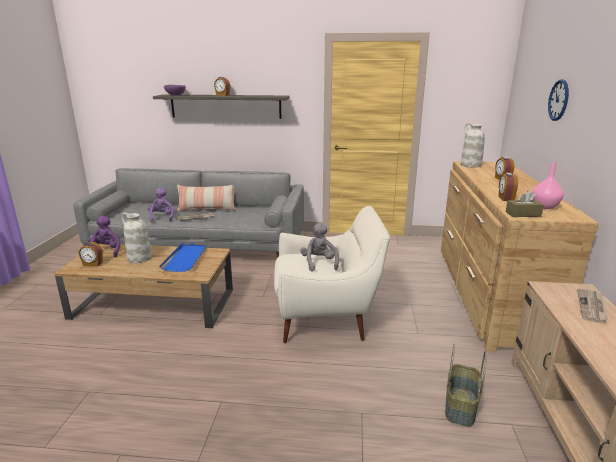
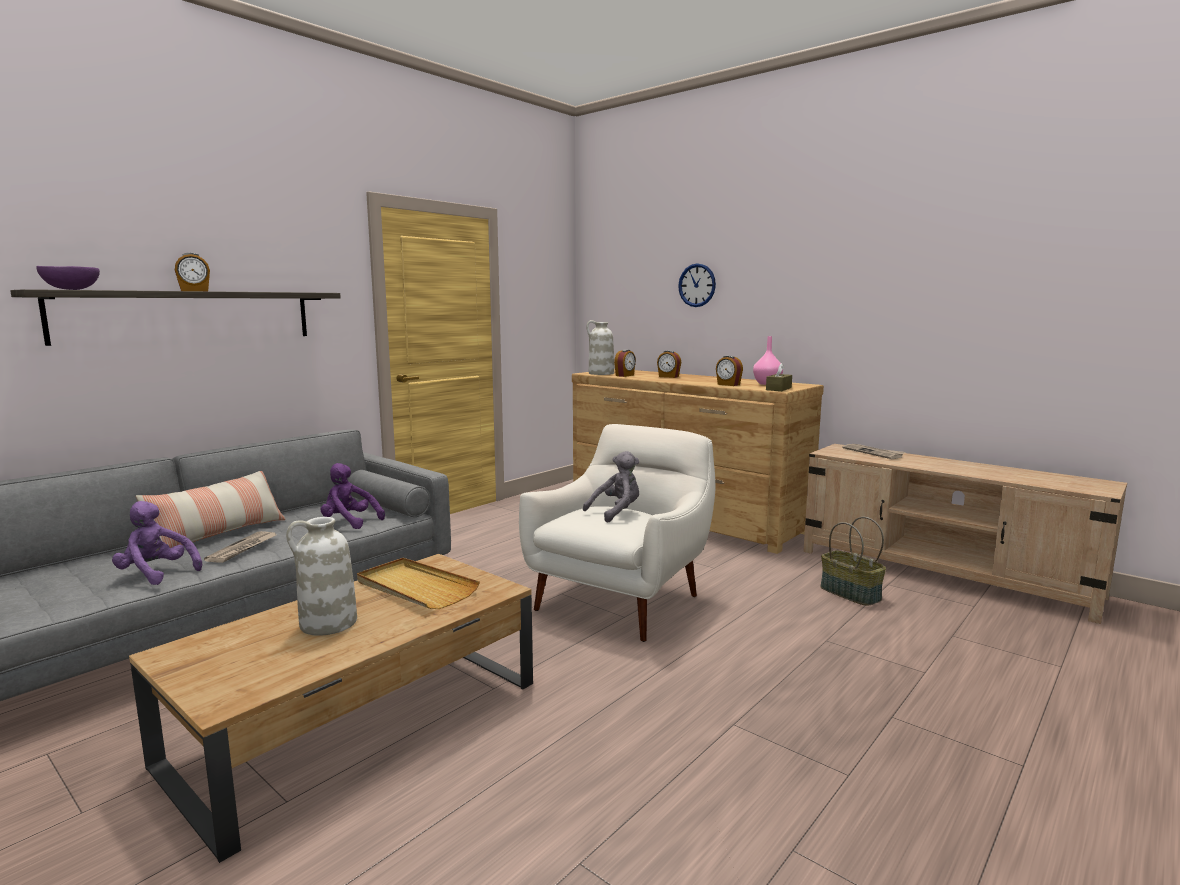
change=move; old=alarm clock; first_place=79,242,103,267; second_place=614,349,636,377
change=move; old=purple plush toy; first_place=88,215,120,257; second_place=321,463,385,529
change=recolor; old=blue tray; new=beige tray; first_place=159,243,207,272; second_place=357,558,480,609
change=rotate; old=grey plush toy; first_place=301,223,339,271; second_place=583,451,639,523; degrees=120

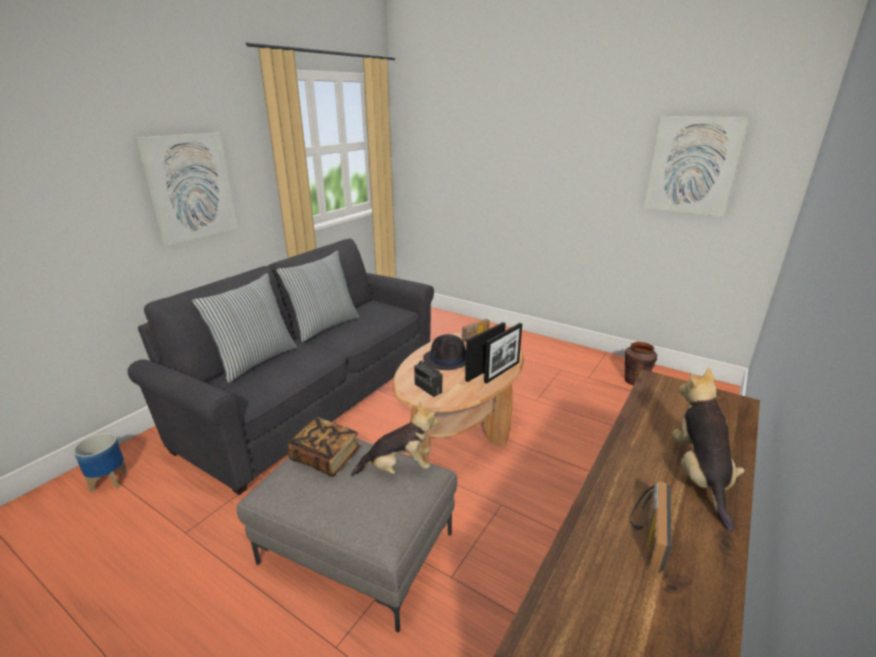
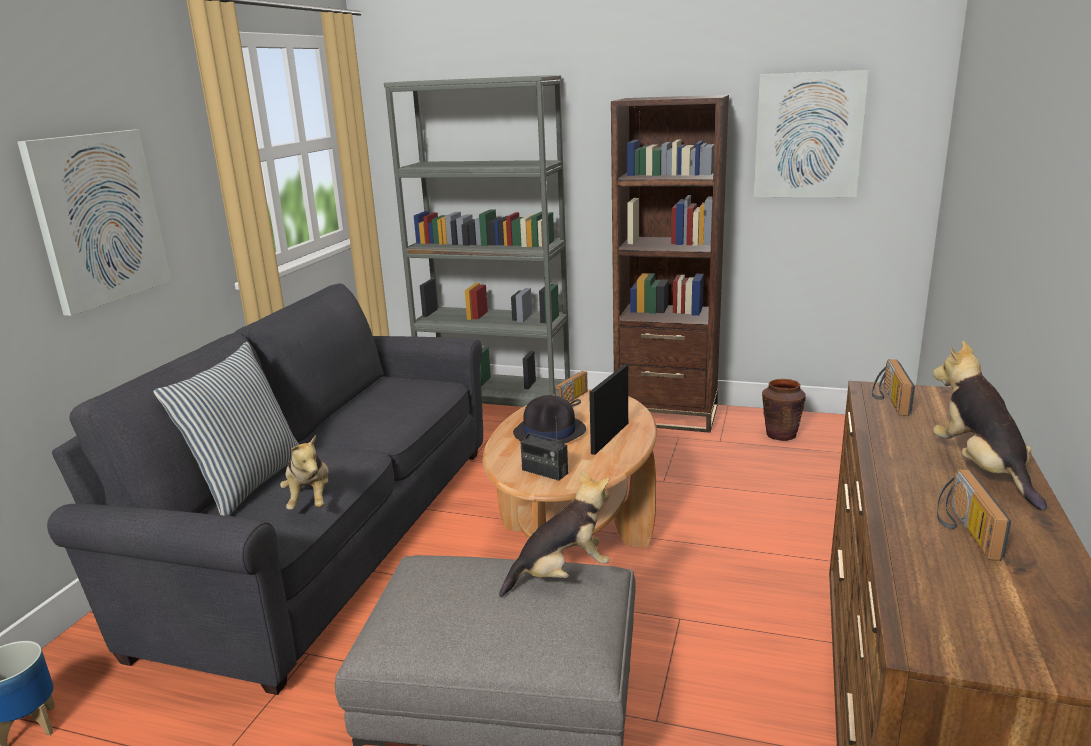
change=delete; old=pillow; first_place=277,251,360,342
change=delete; old=book; first_place=287,417,360,477
change=delete; old=picture frame; first_place=484,323,522,384
change=insert; new=plush toy; second_place=280,435,329,510
change=insert; new=grey bookcase; second_place=384,75,570,407
change=insert; new=brown bookcase; second_place=611,95,729,433
change=insert; new=radio; second_place=872,359,915,416

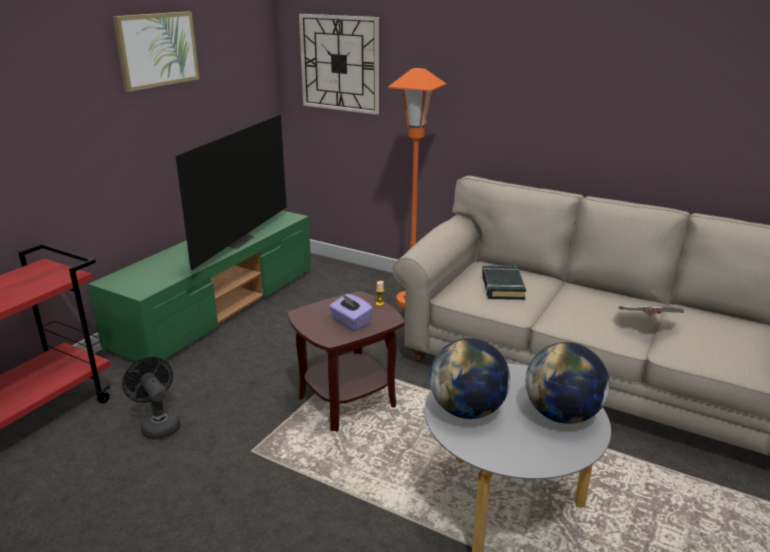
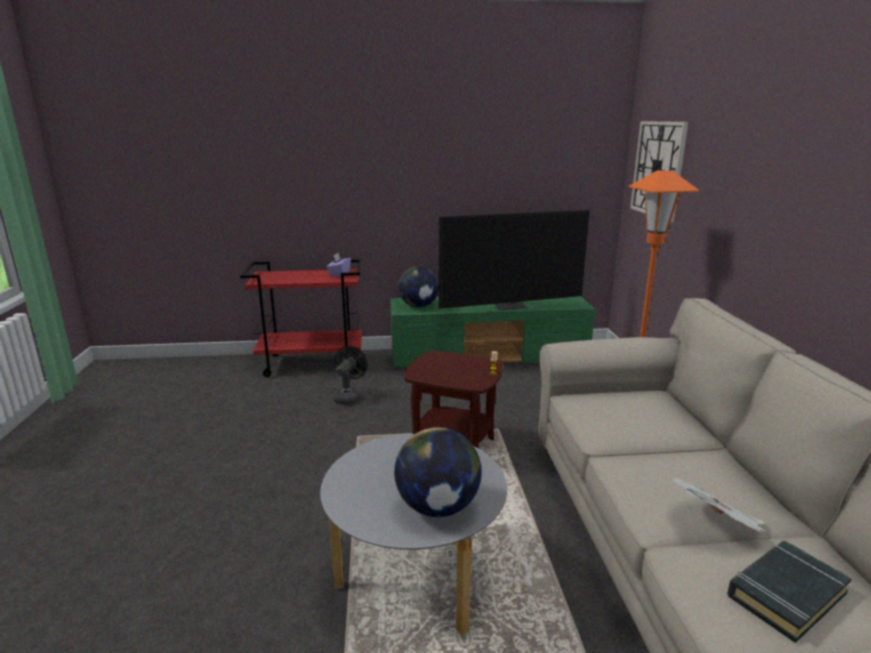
change=delete; old=picture; first_place=113,11,199,92
change=move; old=purple tissue box; first_place=329,293,373,331; second_place=327,253,351,277
change=move; old=globe; first_place=430,338,510,419; second_place=398,267,439,307
change=move; old=black book; first_place=482,265,526,300; second_place=727,541,852,643

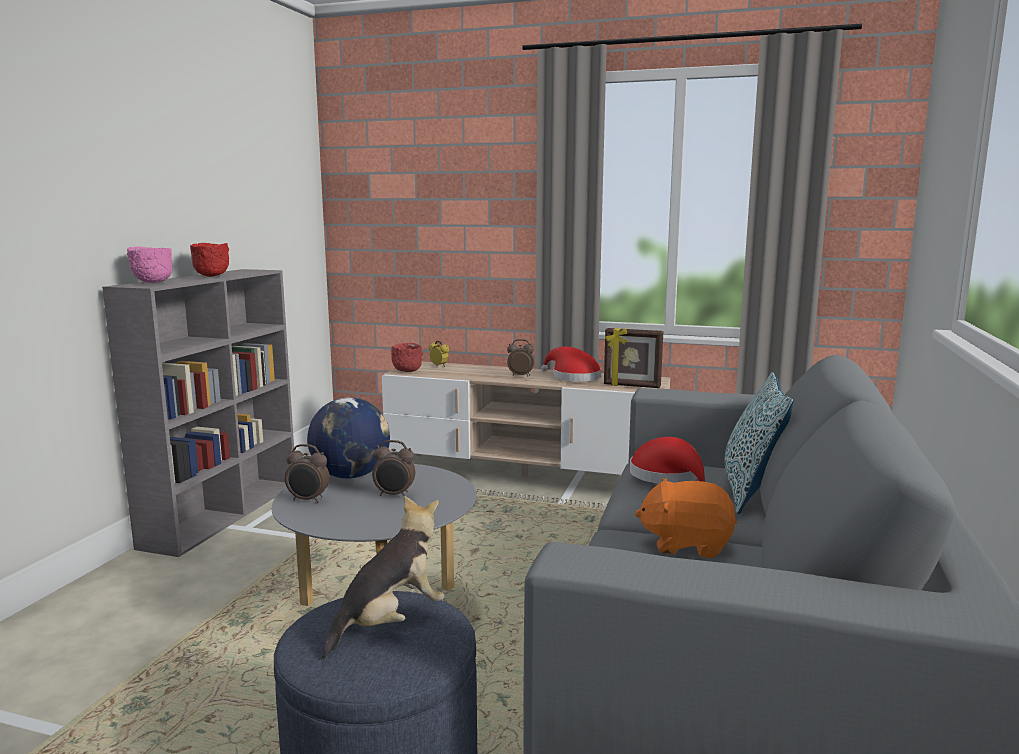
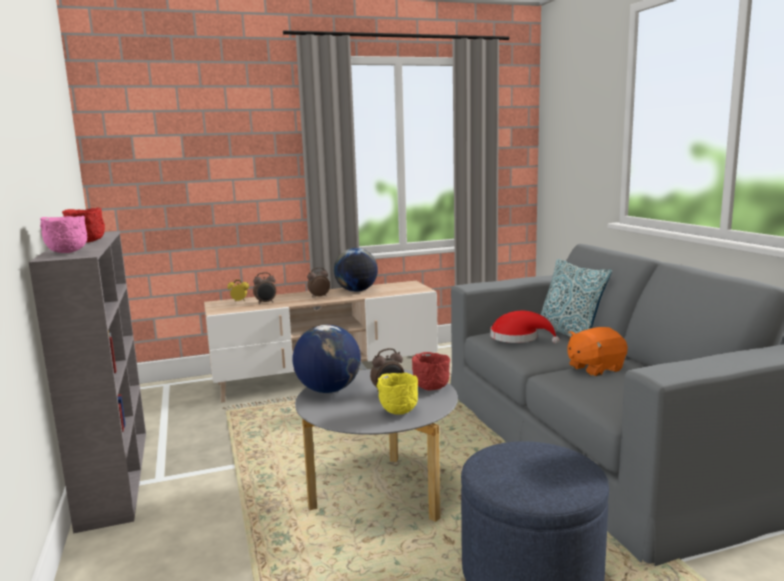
change=move; old=alarm clock; first_place=285,444,330,503; second_place=253,272,276,304
change=delete; old=plush toy; first_place=321,496,444,659
change=move; old=red bowl; first_place=391,343,423,372; second_place=412,352,450,391
change=replace; old=red hat; new=globe; first_place=541,347,601,381; second_place=334,248,378,292
change=delete; old=picture frame; first_place=604,328,663,388
change=insert; new=yellow bowl; second_place=376,373,418,415

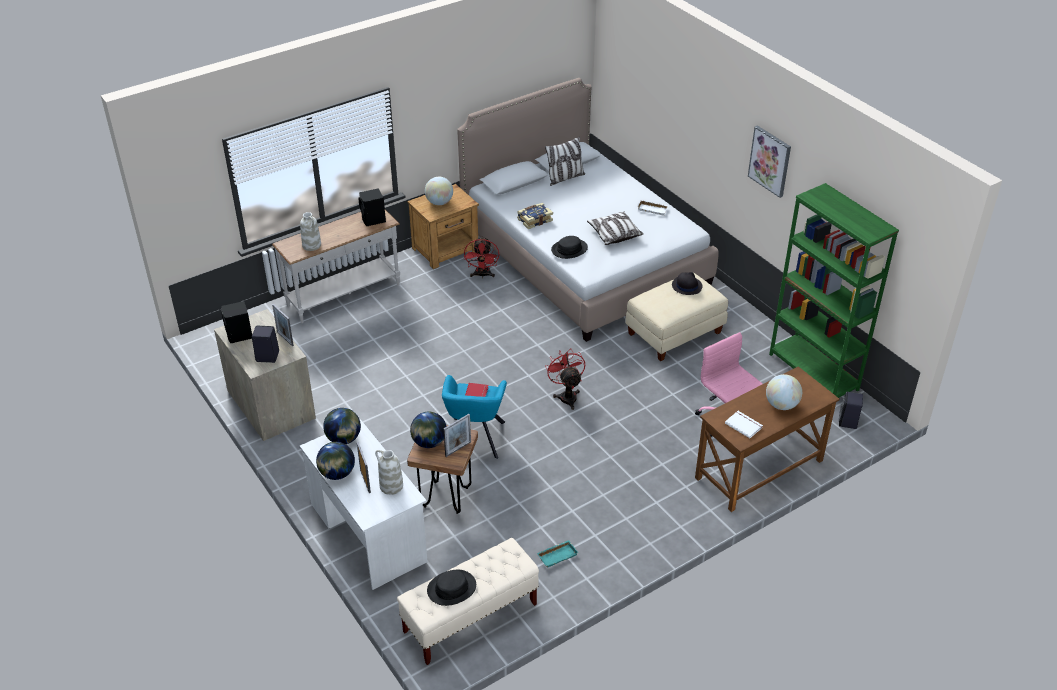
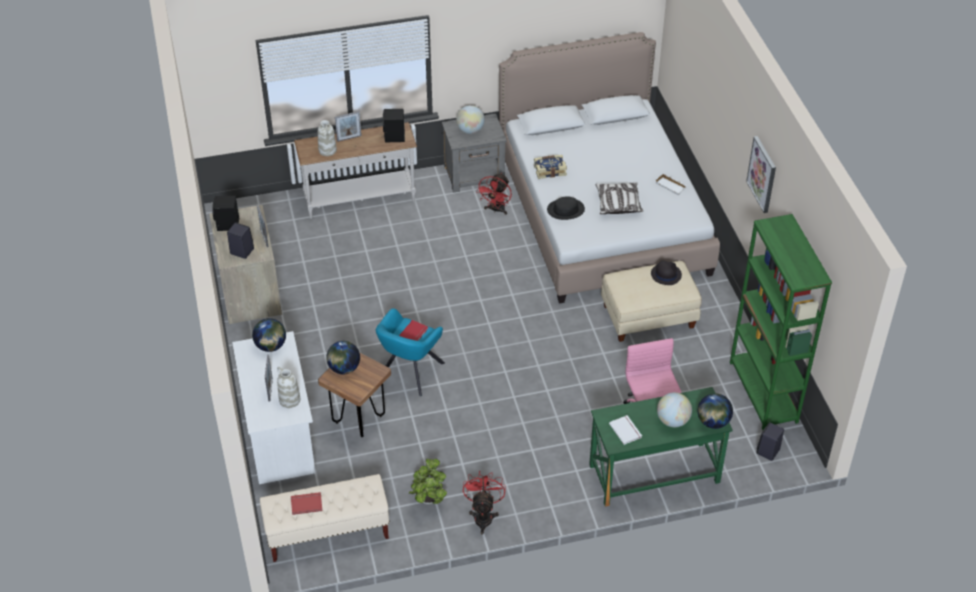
change=move; old=globe; first_place=316,442,355,480; second_place=698,393,733,429
change=recolor; old=brown nightstand; new=grey nightstand; first_place=407,184,479,269; second_place=442,113,507,193
change=replace; old=black hat; new=red book; first_place=427,570,476,606; second_place=291,492,323,515
change=move; old=picture frame; first_place=443,414,471,457; second_place=335,111,362,142
change=replace; old=turquoise tray; new=potted plant; first_place=537,540,578,568; second_place=409,459,447,505
change=delete; old=pillow; first_place=545,137,585,186
change=move; old=red fan; first_place=545,348,585,410; second_place=463,471,506,534
change=recolor; old=brown desk; new=green desk; first_place=695,366,840,512; second_place=589,387,733,507

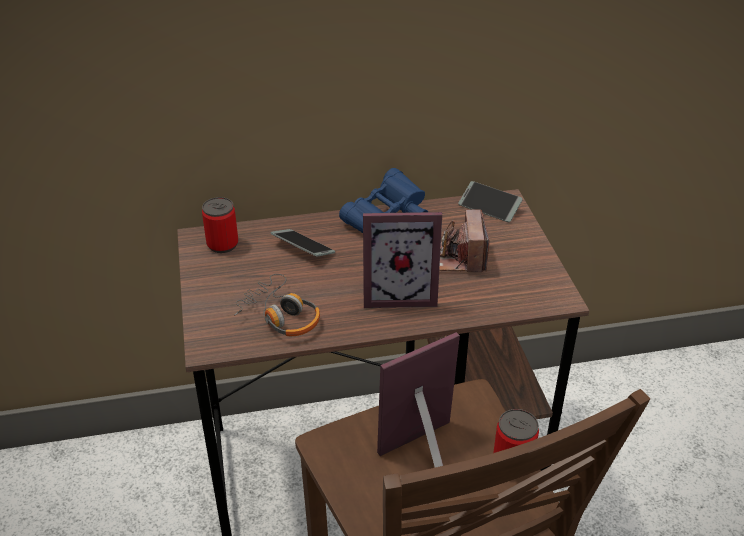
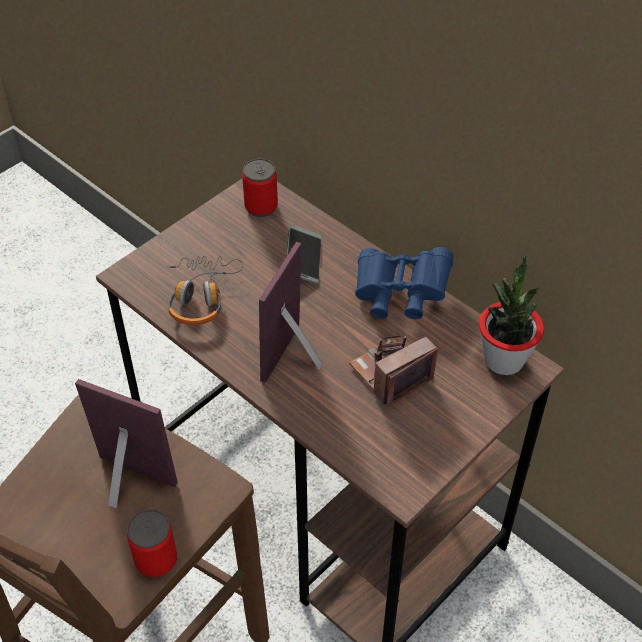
change=rotate; old=picture frame; first_place=363,212,442,308; second_place=259,242,322,383; degrees=60
change=replace; old=phone; new=potted plant; first_place=458,181,523,222; second_place=479,255,544,375

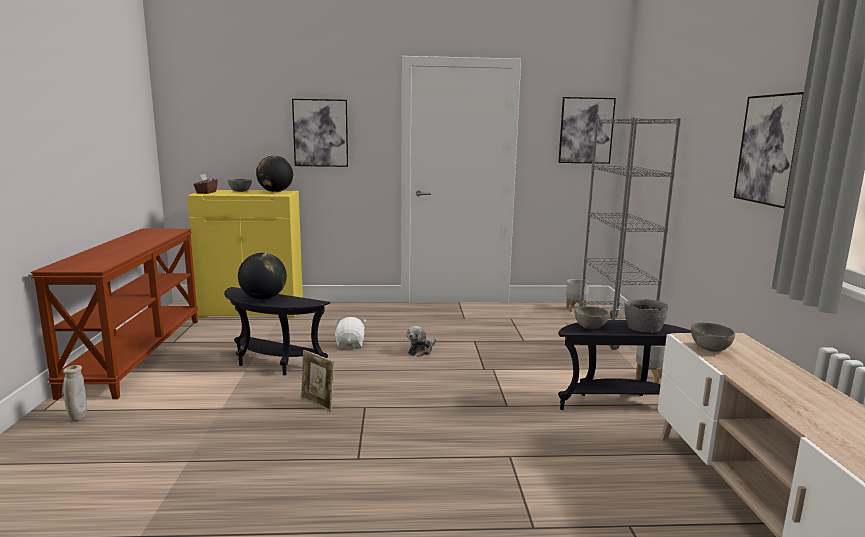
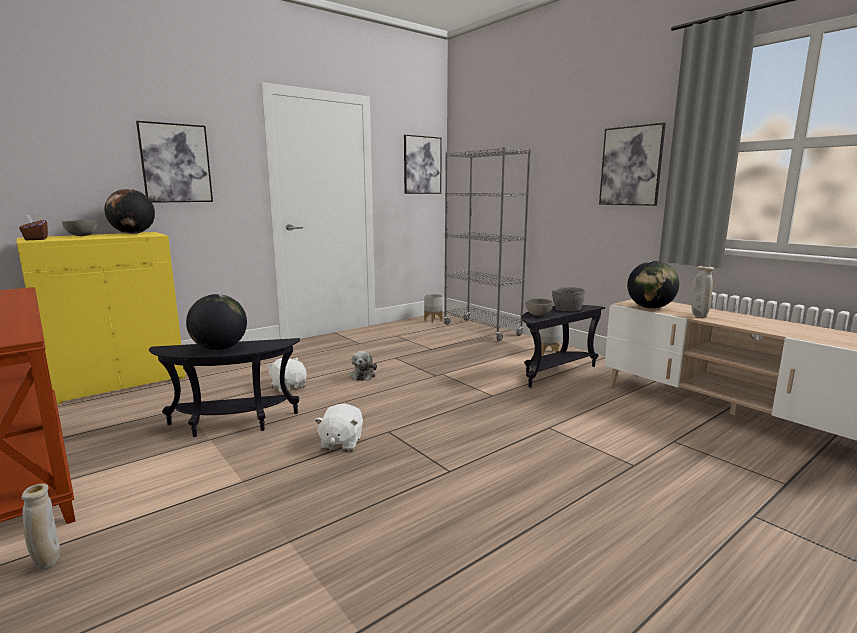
change=replace; old=picture frame; new=white plush toy; first_place=301,350,335,411; second_place=314,404,363,451
change=replace; old=grey bowl; new=globe; first_place=691,322,735,352; second_place=627,261,679,309
change=insert; new=beige vase; second_place=691,266,714,317

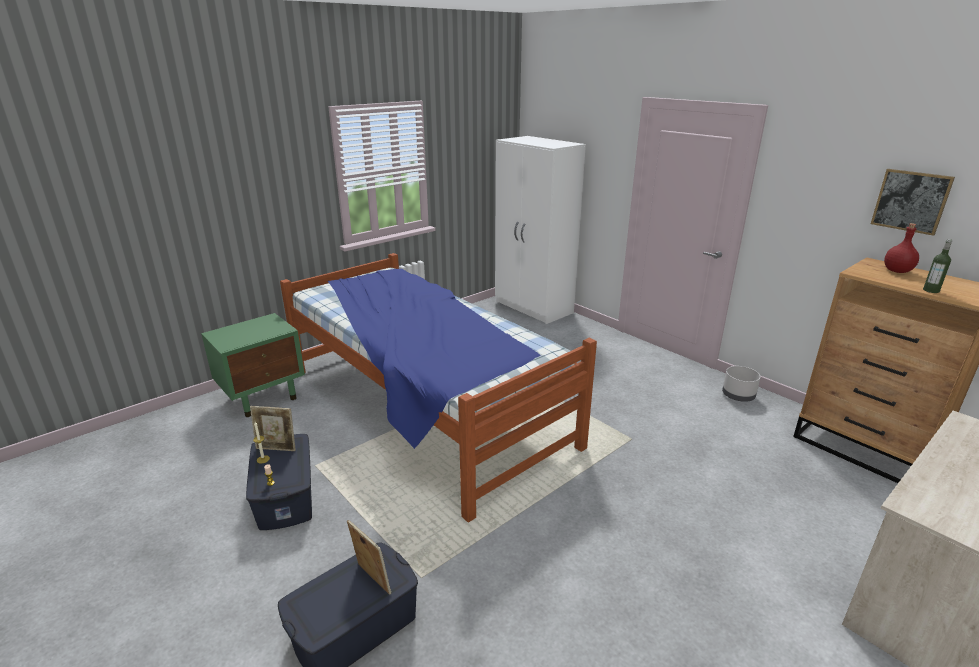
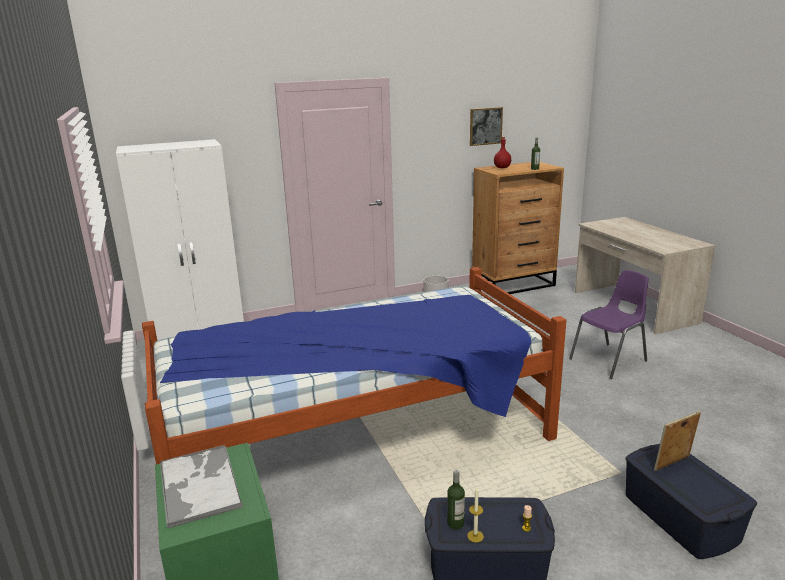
change=replace; old=picture frame; new=bottle; first_place=250,406,296,451; second_place=447,470,465,530
change=insert; new=tray; second_place=160,445,243,528
change=insert; new=purple chair; second_place=569,270,649,379

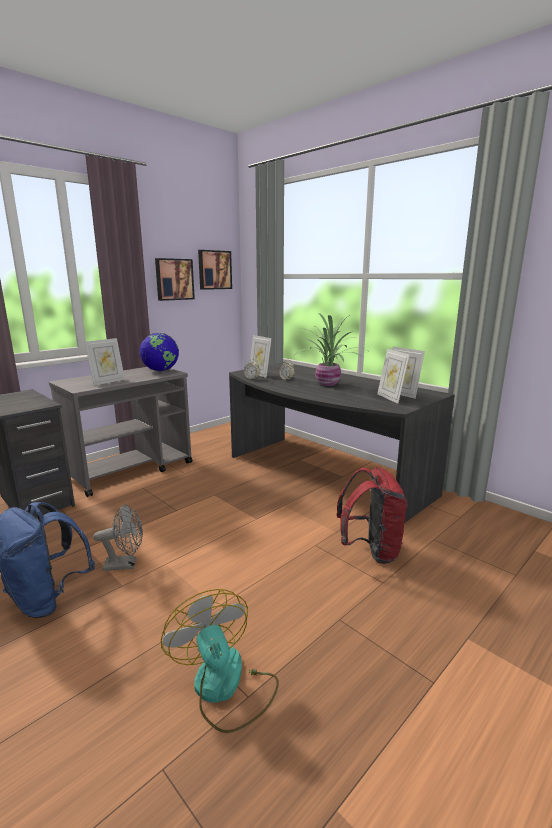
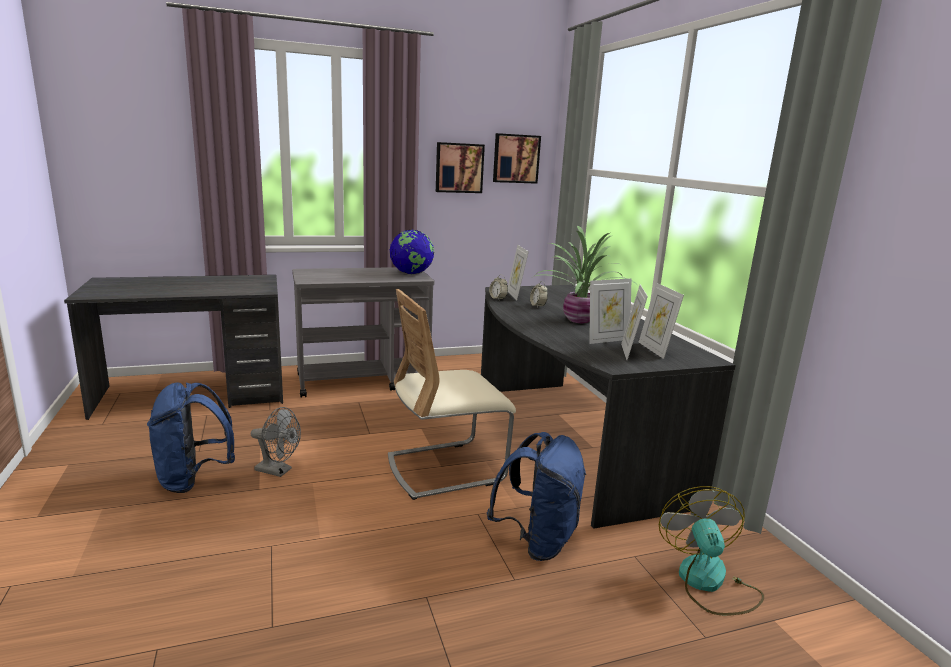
change=move; old=picture frame; first_place=85,338,125,386; second_place=589,279,631,344
change=move; old=fan; first_place=161,589,279,733; second_place=659,486,764,616
change=recolor; old=red backpack; new=blue backpack; first_place=336,467,407,564; second_place=487,432,586,561
change=insert; new=beige chair; second_place=388,289,516,500

